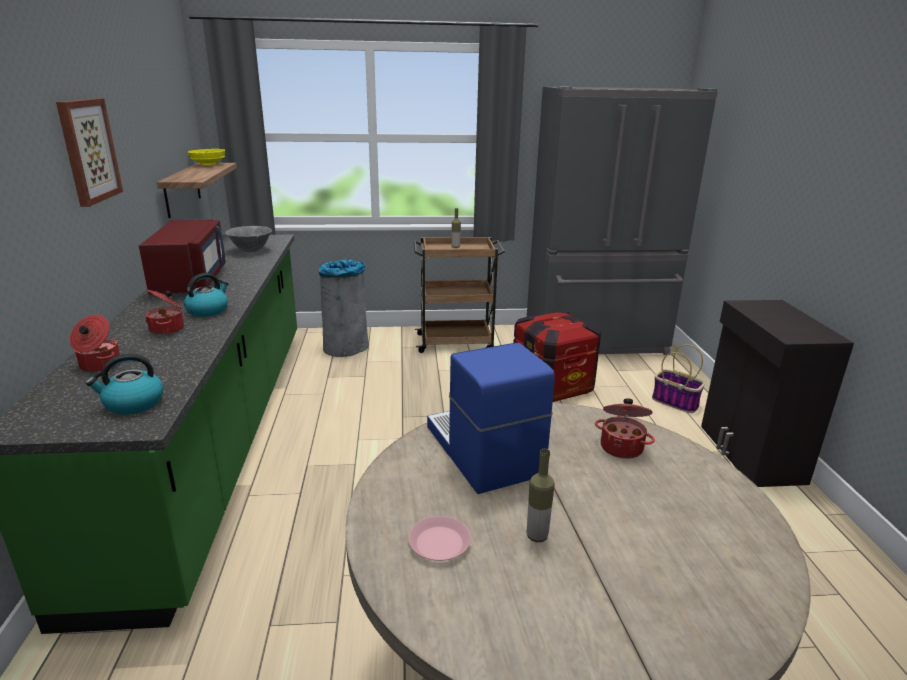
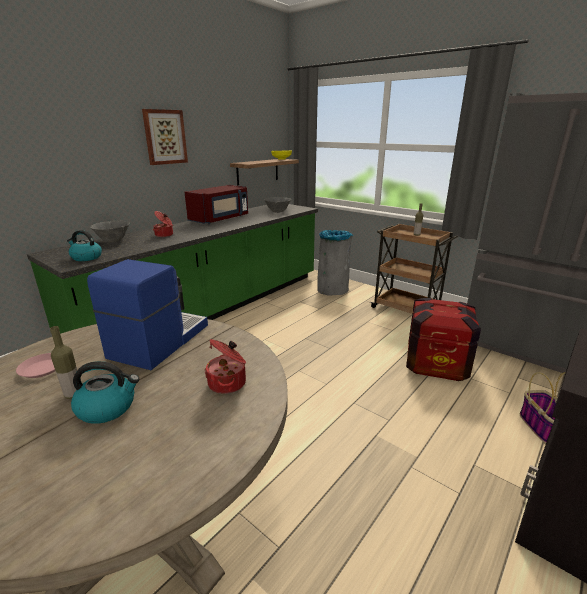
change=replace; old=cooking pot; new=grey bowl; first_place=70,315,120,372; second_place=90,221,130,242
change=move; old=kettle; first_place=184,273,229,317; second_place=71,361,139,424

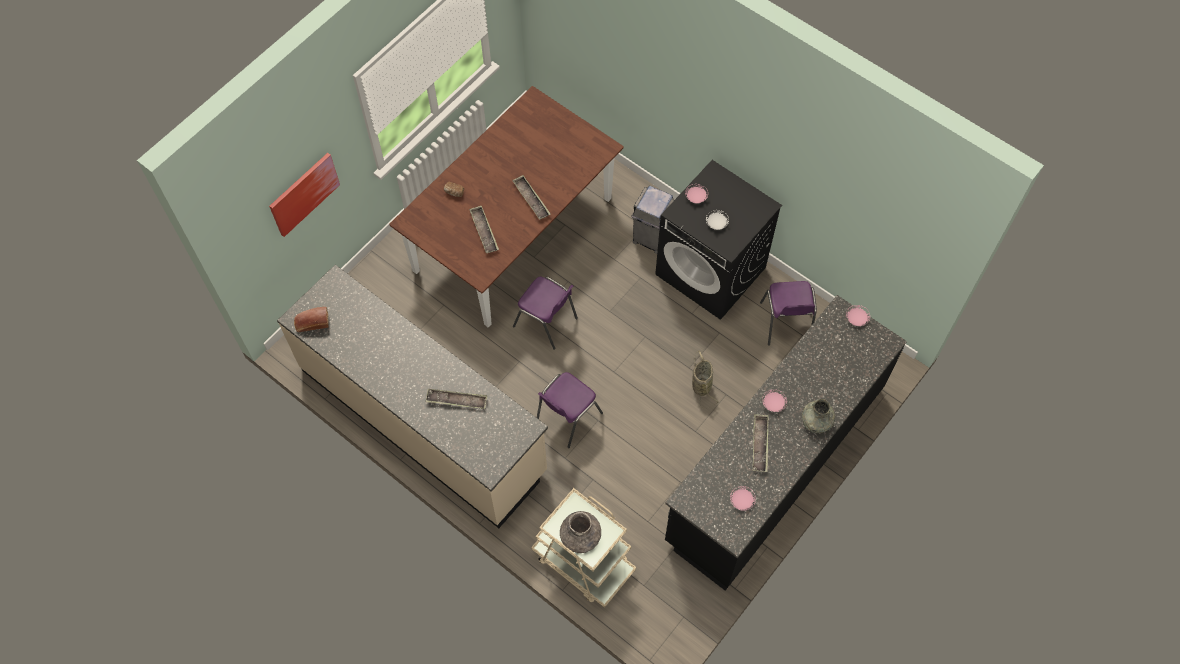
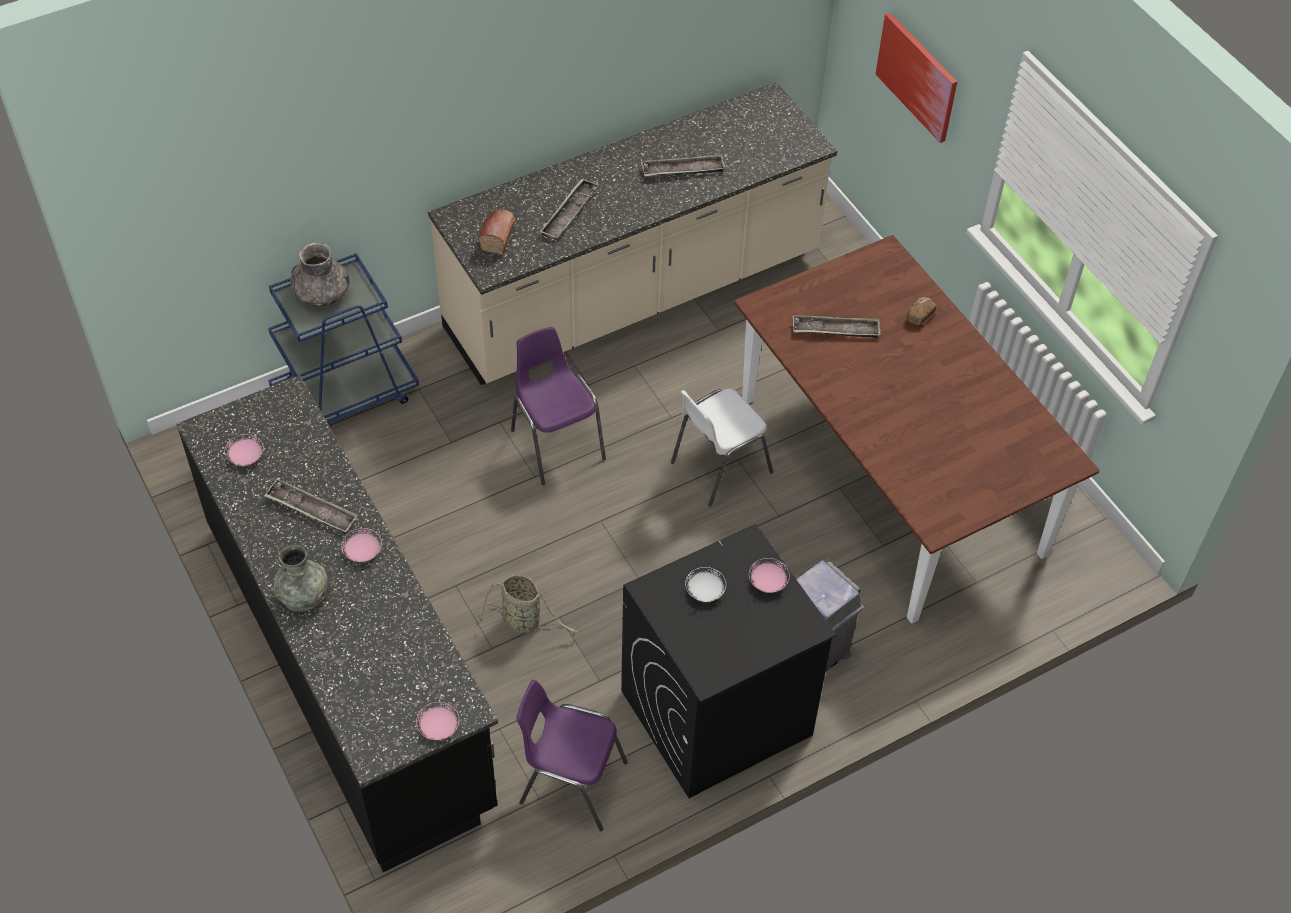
change=move; old=bread; first_place=294,307,329,332; second_place=479,209,515,255
change=move; old=tray; first_place=512,175,550,220; second_place=641,154,726,177
change=recolor; old=purple chair; new=white chair; first_place=513,277,578,350; second_place=671,388,773,506
change=recolor; old=beige cart; new=blue cart; first_place=531,488,636,608; second_place=268,253,419,427

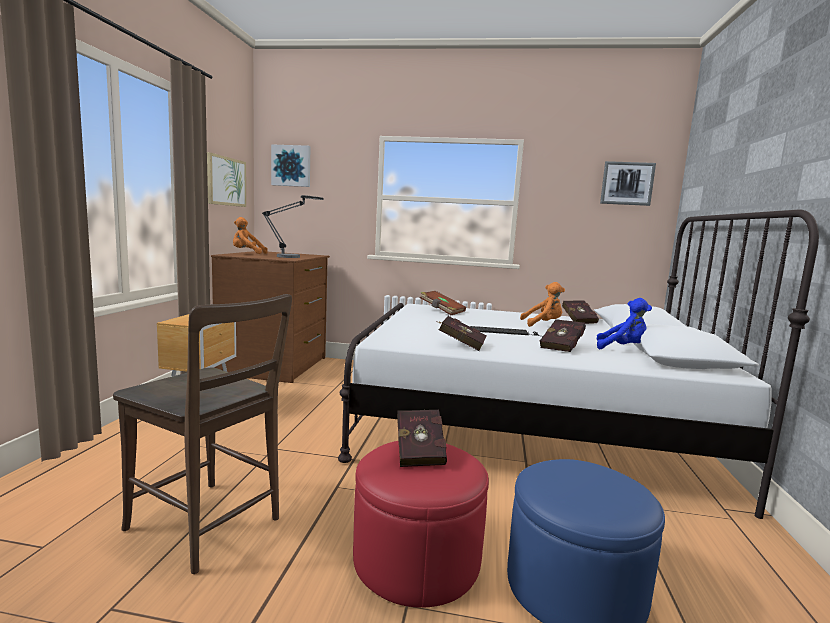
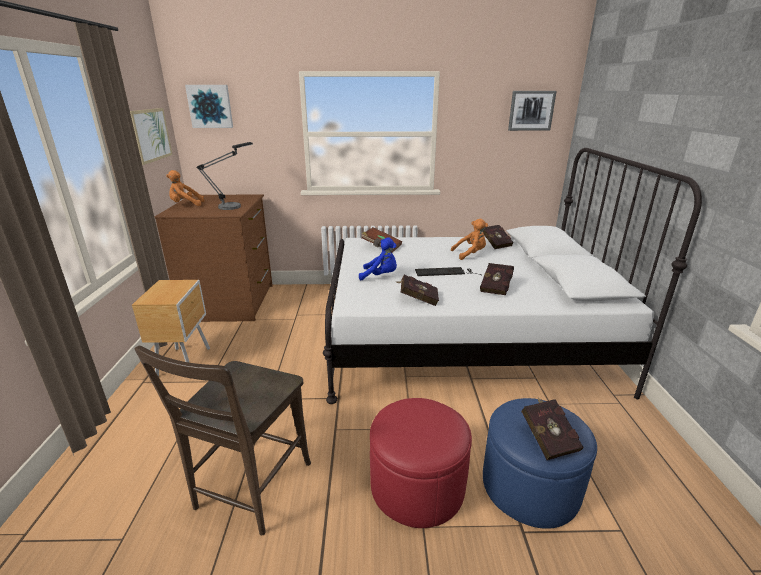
change=rotate; old=brown chair; first_place=113,294,292,574; second_place=135,346,311,535; degrees=90
change=move; old=red book; first_place=397,410,447,467; second_place=521,398,584,460
change=move; old=blue plush toy; first_place=597,298,652,349; second_place=359,237,397,280

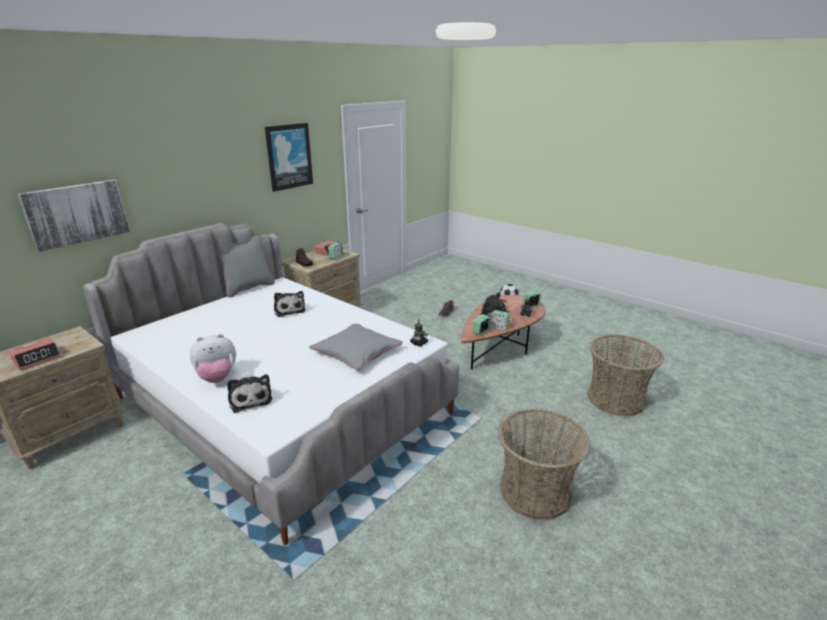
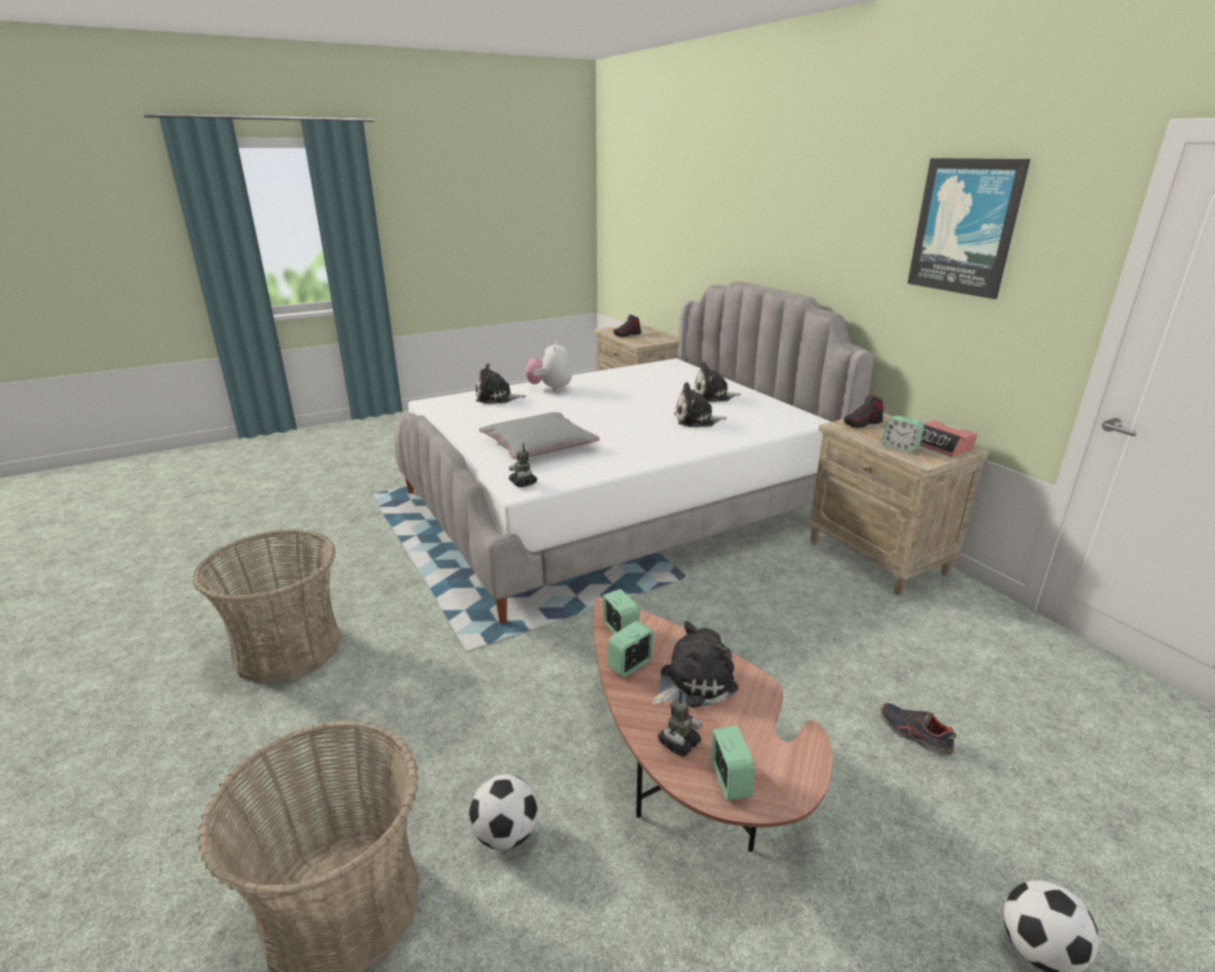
change=replace; old=alarm clock; new=shoe; first_place=9,338,61,370; second_place=613,314,641,337
change=delete; old=picture; first_place=18,179,130,252
change=delete; old=grey pillow; first_place=215,234,275,298
change=insert; new=football; second_place=469,774,538,850
change=insert; new=plush toy; second_place=693,362,741,402

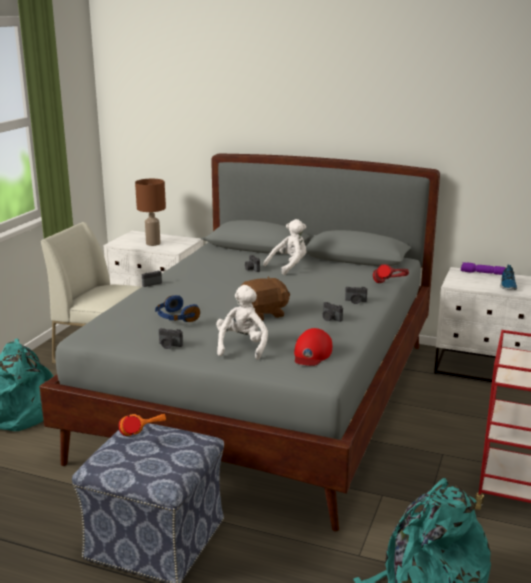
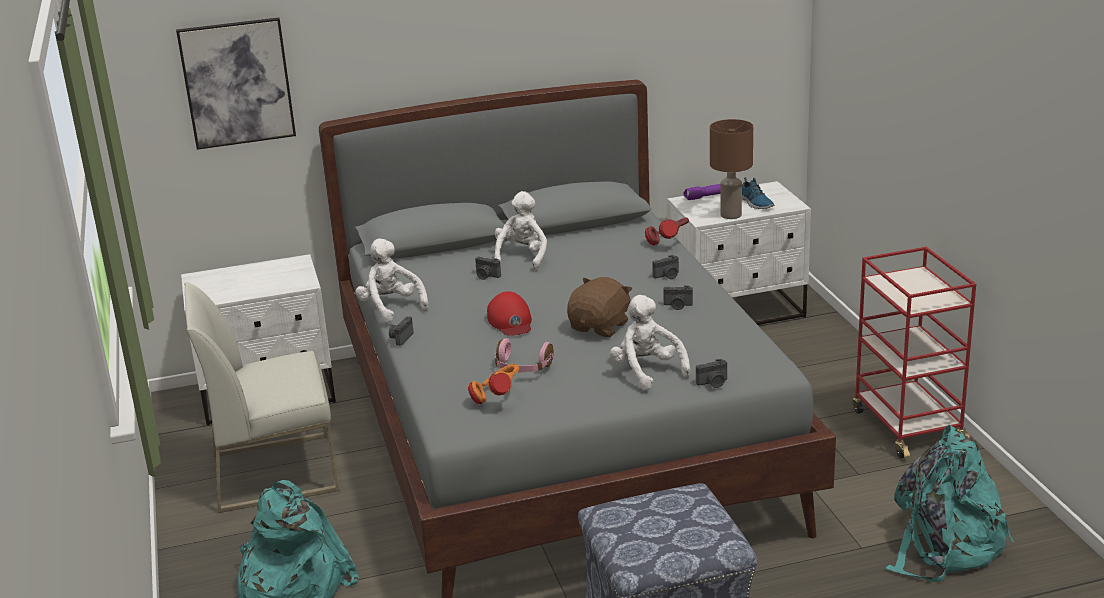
change=move; old=orange headphones; first_place=118,414,166,436; second_place=468,364,520,404
change=move; old=brown table lamp; first_place=135,179,166,246; second_place=710,119,753,219
change=recolor; old=blue headphones; new=pink headphones; first_place=155,295,200,322; second_place=495,338,553,372
change=move; old=photo camera; first_place=159,328,183,349; second_place=696,359,727,388
change=move; old=red cap; first_place=294,328,332,366; second_place=487,291,532,336
change=insert; new=picture; second_place=176,17,296,150
change=insert; new=white plush toy; second_place=355,238,429,323

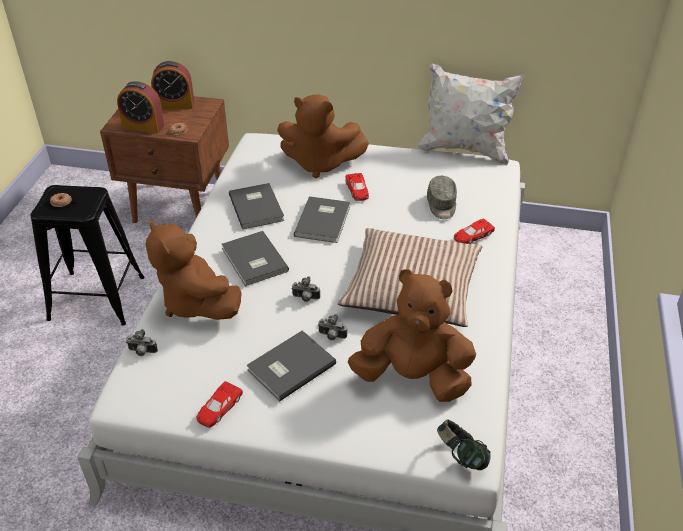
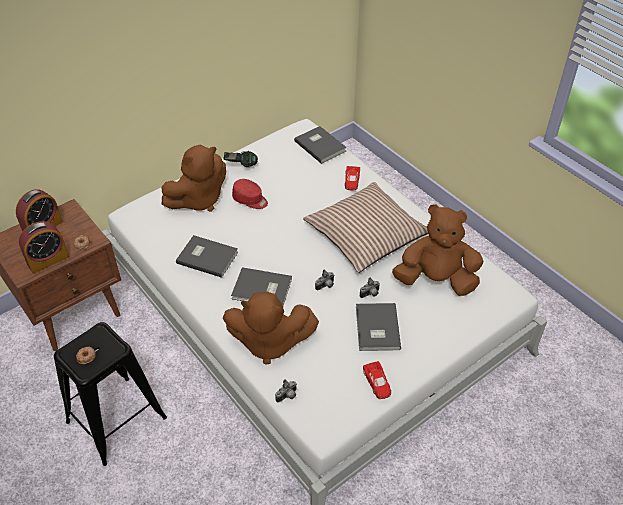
change=move; old=grey book; first_place=294,196,350,243; second_place=294,126,347,164
change=replace; old=red toy car; new=red cap; first_place=346,173,369,201; second_place=232,179,268,209
change=rotate; old=brown plush toy; first_place=348,269,476,402; second_place=392,204,483,296; degrees=45
change=delete; old=white pillow; first_place=418,63,524,165
change=delete; old=grey cap; first_place=427,176,457,219
change=move; old=headphones; first_place=437,420,491,470; second_place=223,151,258,167

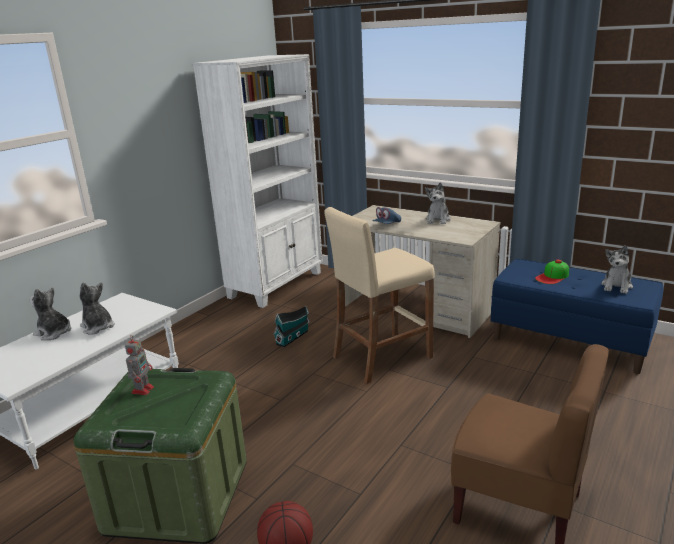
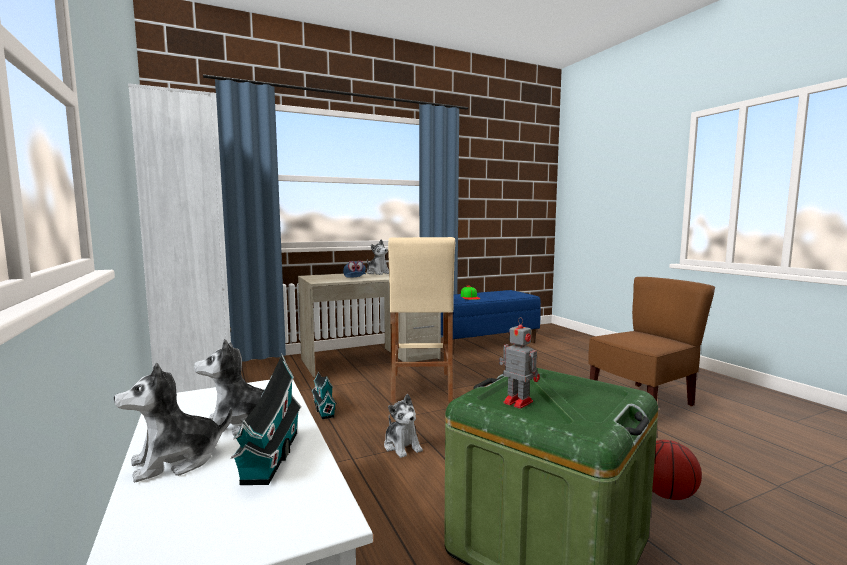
change=move; old=plush toy; first_place=601,245,633,294; second_place=384,394,423,458
change=insert; new=toy house; second_place=230,354,302,485

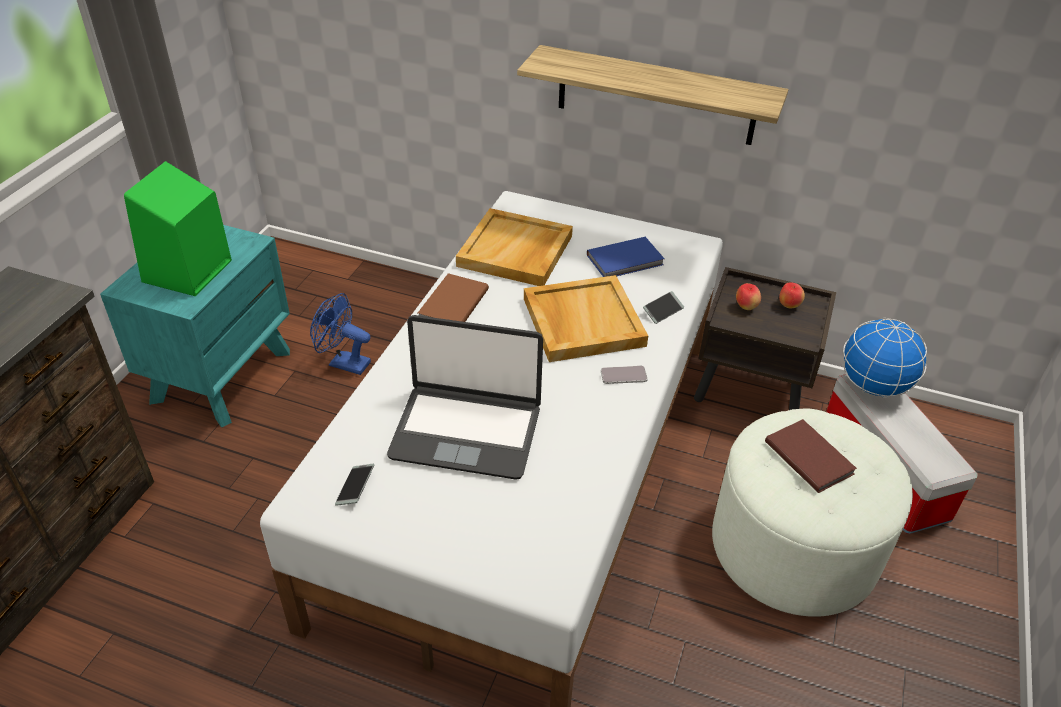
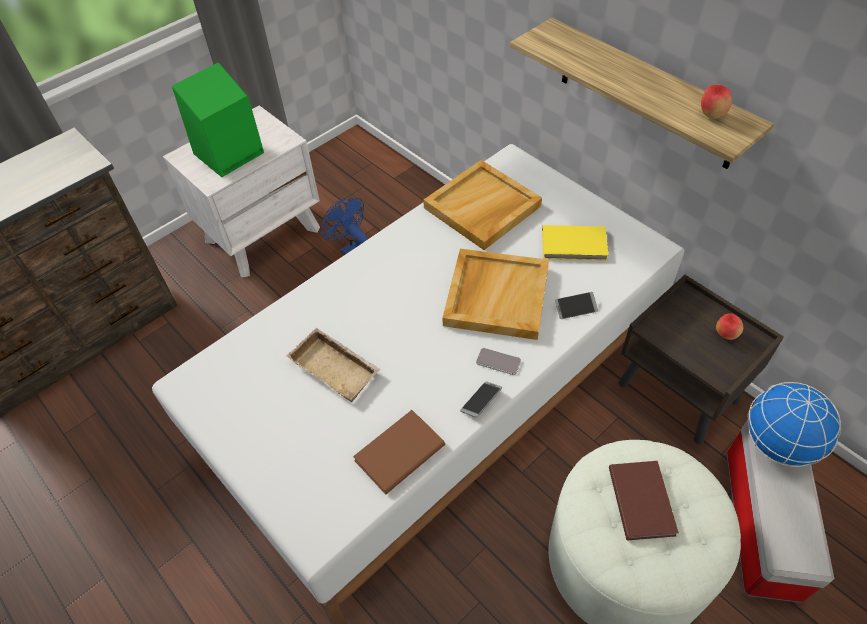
change=recolor; old=turquoise nightstand; new=white nightstand; first_place=100,225,290,427; second_place=163,105,320,278
change=move; old=phone; first_place=335,464,374,506; second_place=460,381,502,418
change=replace; old=laptop; new=beige tray; first_place=387,315,543,479; second_place=286,328,380,402
change=move; old=brown book; first_place=418,273,489,322; second_place=353,410,445,494
change=recolor; old=blue book; new=yellow book; first_place=587,237,664,277; second_place=542,225,609,261
change=move; old=apple; first_place=736,283,761,310; second_place=701,84,732,119

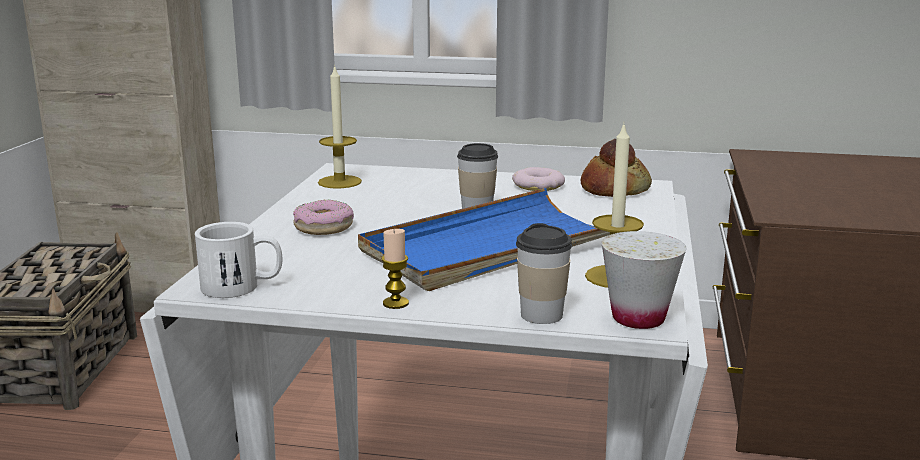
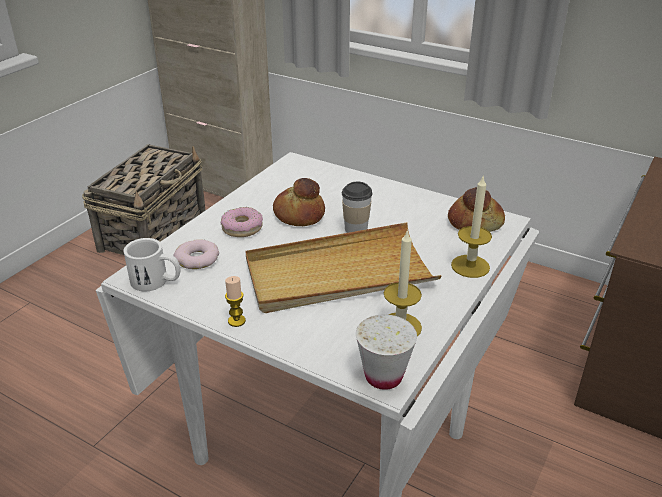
change=move; old=candle; first_place=318,64,362,188; second_place=451,175,492,278
change=recolor; old=blue tray; new=beige tray; first_place=358,188,610,291; second_place=245,222,441,313
change=move; old=donut; first_place=512,167,565,191; second_place=173,239,219,269
change=delete; old=cup; first_place=516,223,572,324
change=insert; new=bread; second_place=273,178,325,226

